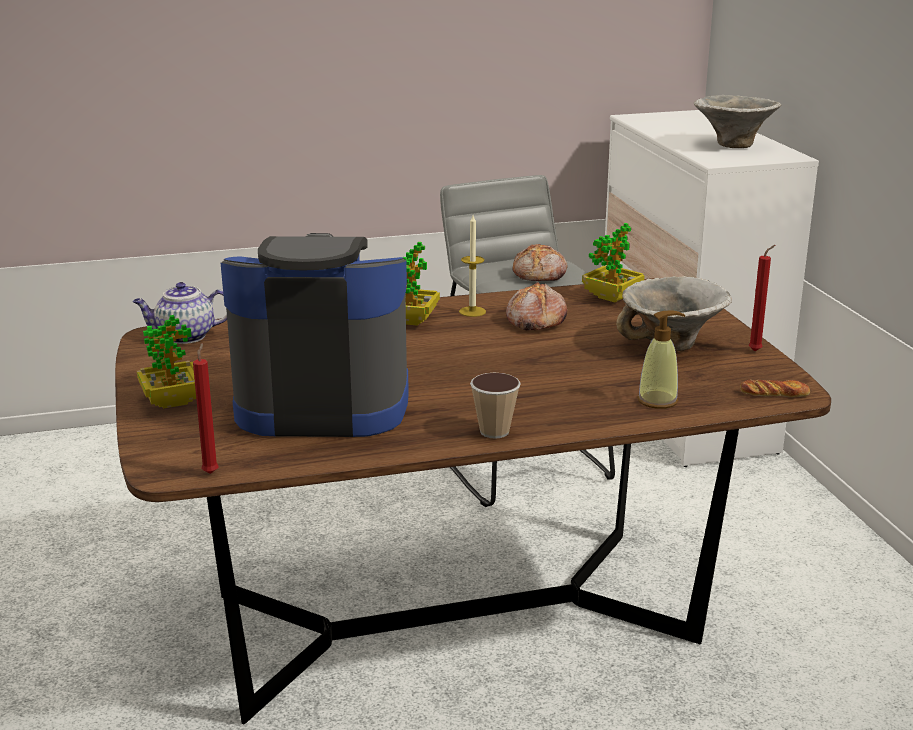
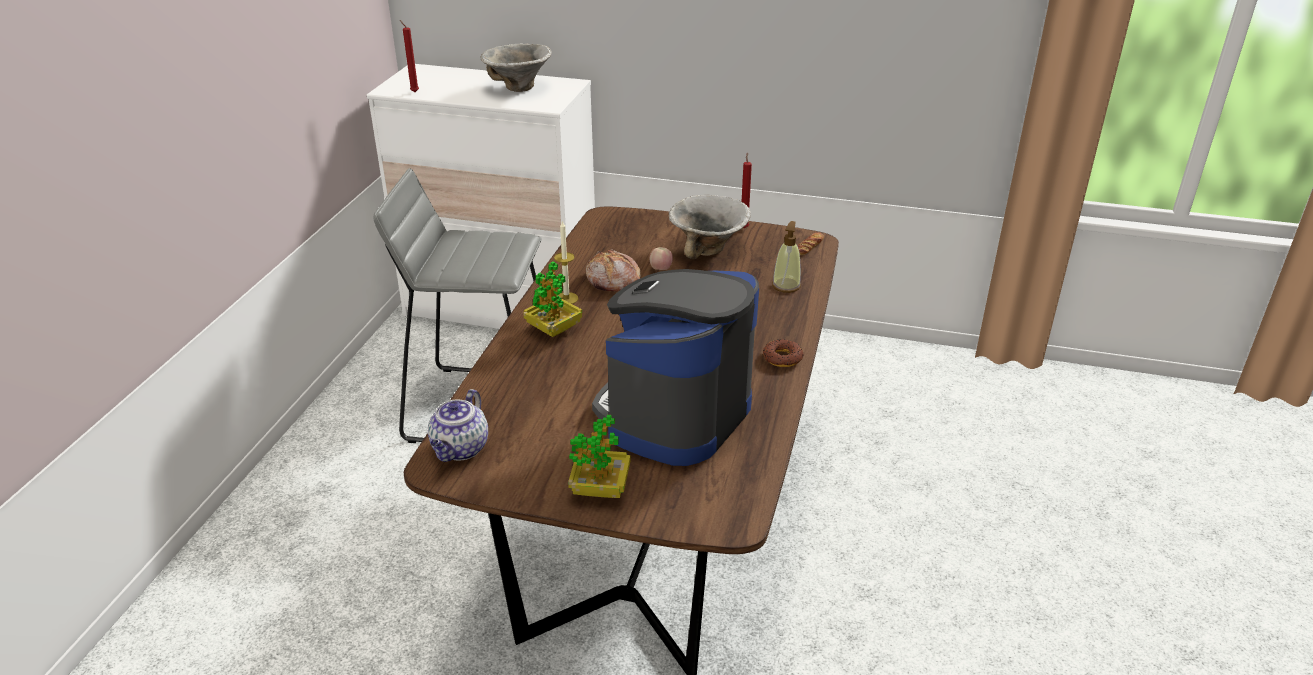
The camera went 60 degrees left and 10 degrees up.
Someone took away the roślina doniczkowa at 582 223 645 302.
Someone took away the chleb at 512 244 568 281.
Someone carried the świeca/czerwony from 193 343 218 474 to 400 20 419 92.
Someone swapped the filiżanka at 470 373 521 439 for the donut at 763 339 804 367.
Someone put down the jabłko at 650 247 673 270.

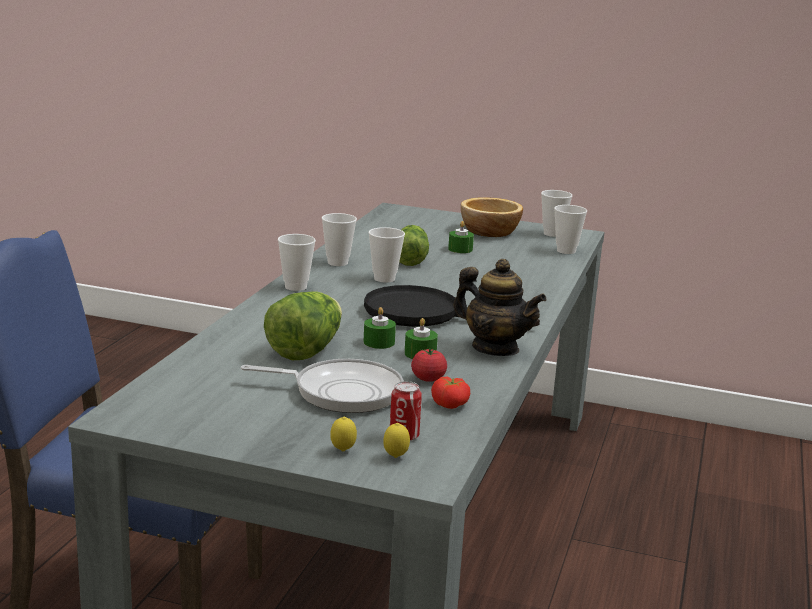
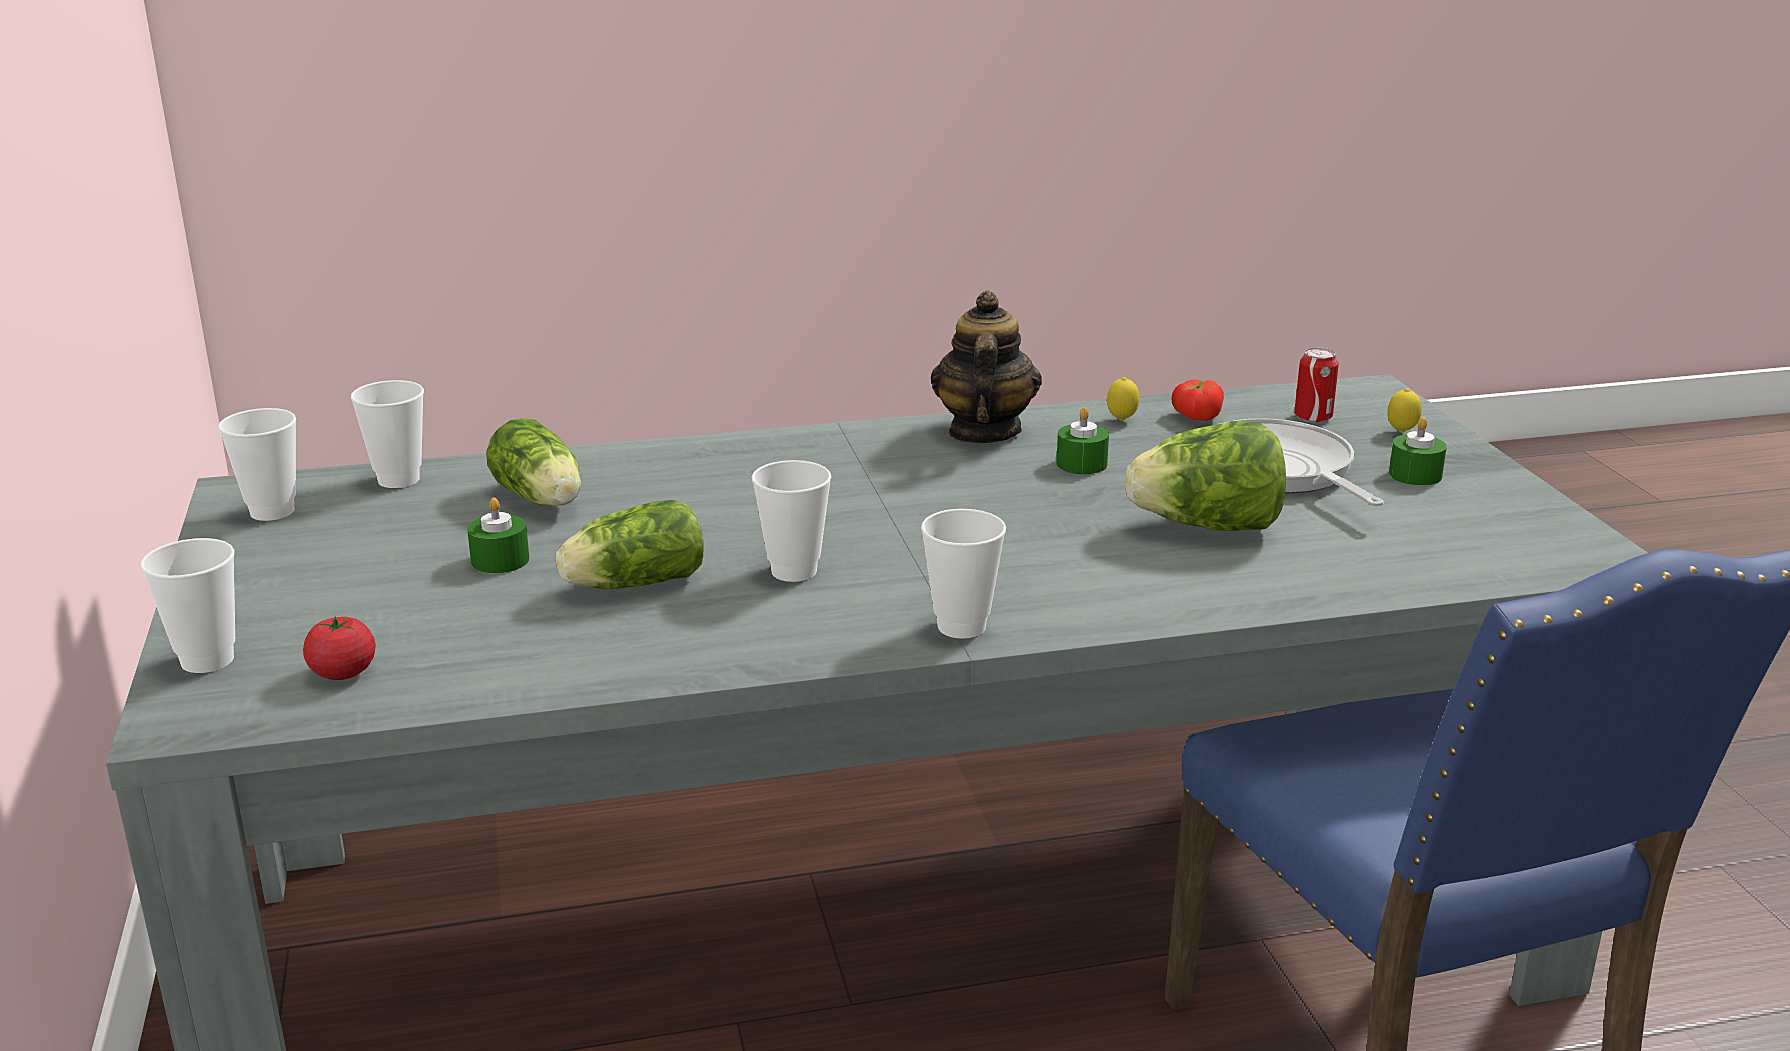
The camera went 120 degrees left and 5 degrees up.
Someone took away the miska at 461 197 523 237.
Someone carried the filiżanka from 322 213 357 266 to 140 538 235 673.
Someone took away the patelnia/czarny at 364 285 540 327.
Someone carried the świeca/zielony from 364 307 396 349 to 1389 417 1447 486.
Someone carried the pomidor from 411 349 447 382 to 303 616 376 680.
Someone carried the cytryna from 383 423 410 458 to 1107 377 1139 421.
Someone put down the sałata at 486 418 581 506.

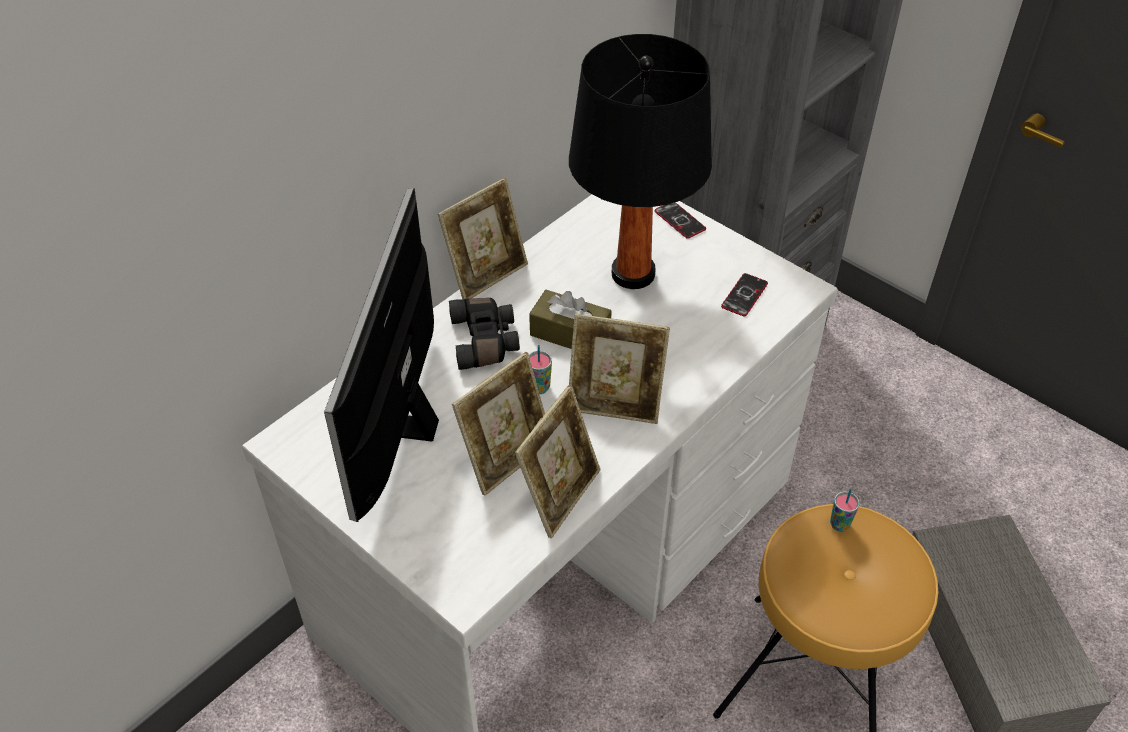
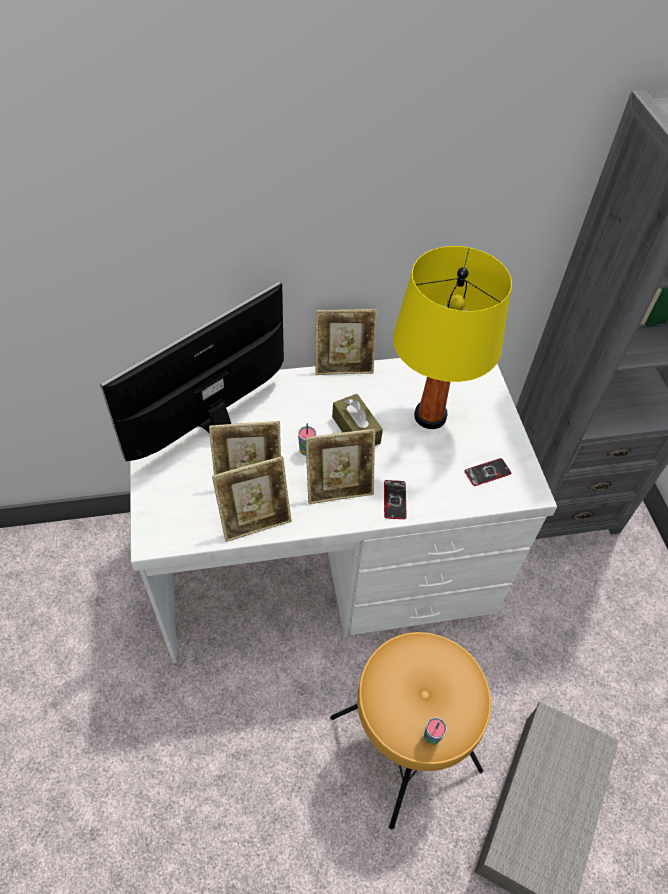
The camera went 35 degrees right and 5 degrees up.
Someone repainted the lampa stołowa/czarny at 569 34 712 289, which became the lampa stołowa/żółty at 393 246 512 429.
Someone carried the telefon from 654 202 706 239 to 384 480 407 519.
Someone took away the lornetka/czarny at 449 298 520 370.
Someone rotated the ramka na zdjęcie at 569 314 670 424 by 60 degrees counterclockwise.
Someone carried the filiżanka from 830 489 860 532 to 424 717 447 745.

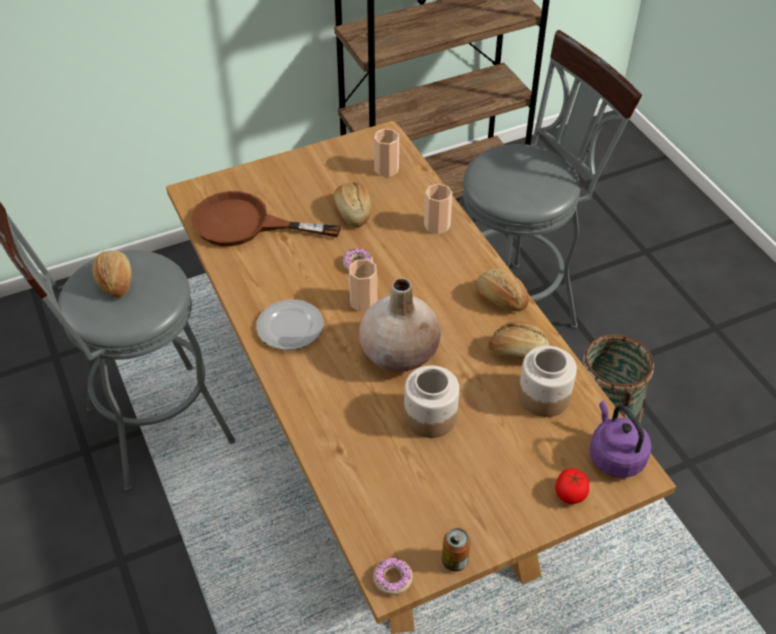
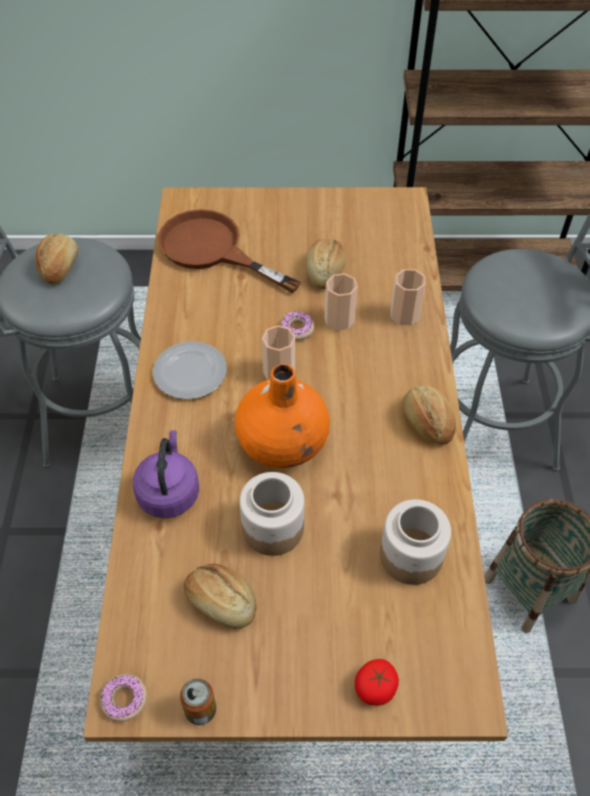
The camera went 25 degrees right and 5 degrees up.
Someone carried the filiżanka from 374 128 399 177 to 325 273 358 331.
Someone repainted the wazon/beżowy at 359 278 441 372, which became the wazon/pomarańczowy at 235 364 330 468.
Someone carried the chleb from 488 321 550 360 to 184 564 256 629.
Someone carried the czajnik/fioletowy from 590 400 651 478 to 133 430 199 518.

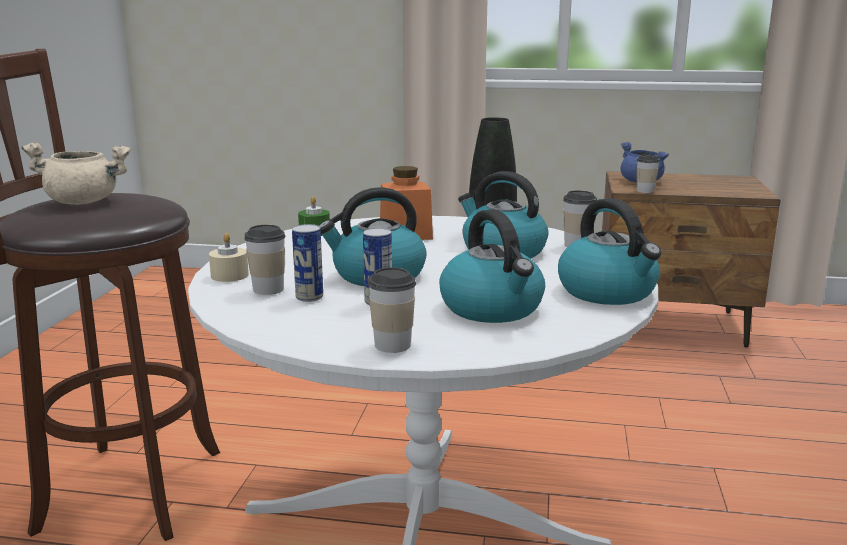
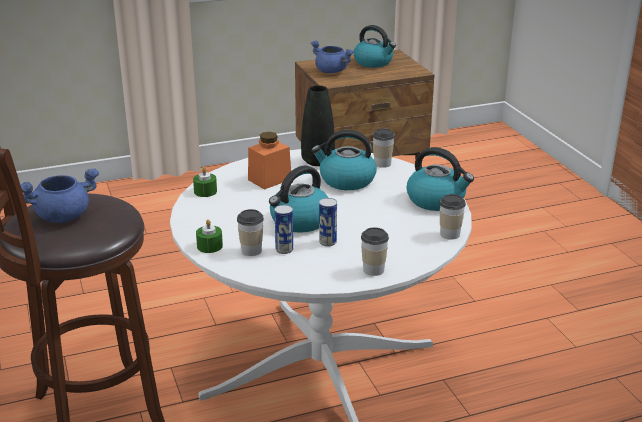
The camera went 30 degrees left and 10 degrees up.
Someone repainted the garnek/beżowy at 21 142 131 205, which became the garnek/niebieski at 21 168 99 223.
Someone carried the filiżanka from 637 155 660 193 to 440 194 466 240.
Someone carried the czajnik from 439 209 545 323 to 354 25 396 68.
Someone repainted the świeca/beżowy at 209 233 249 282, which became the świeca/zielony at 196 219 223 253.

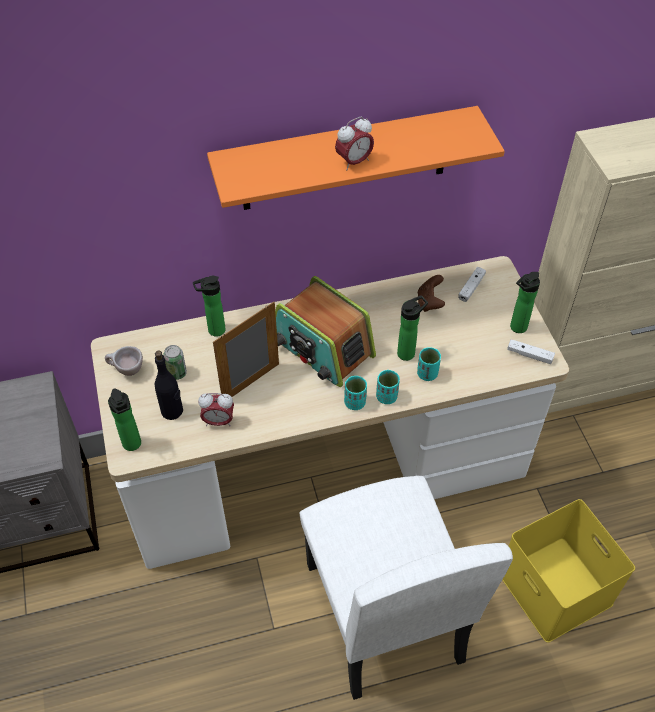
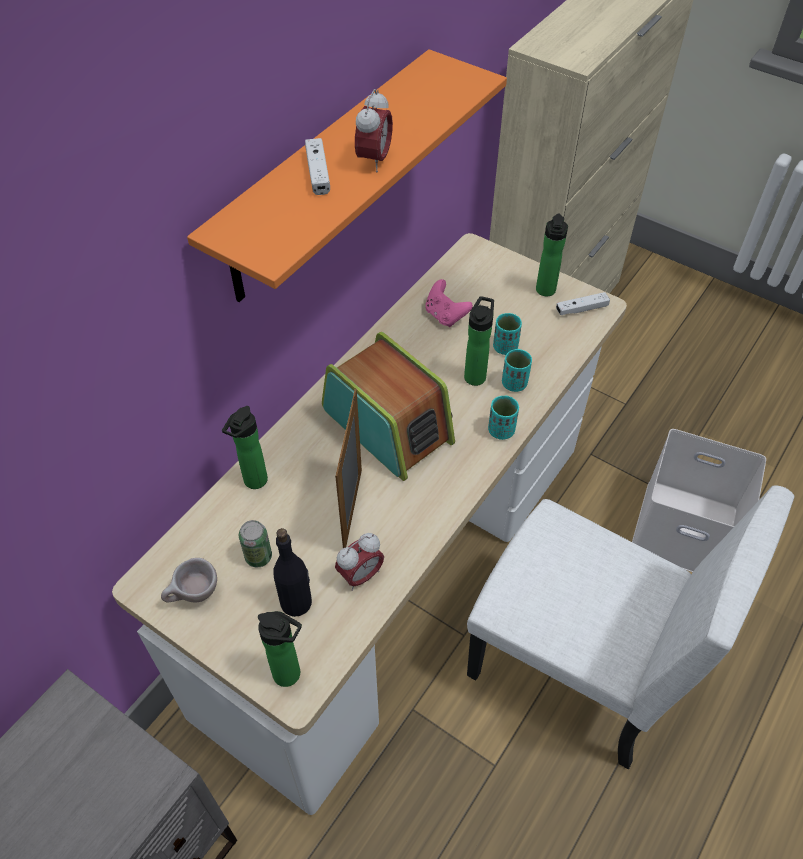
The camera went 40 degrees left and 0 degrees up.
Someone carried the pad do gier/biały from 458 267 486 302 to 305 138 330 195.
Someone repainted the pad do gier/brązowy at 418 275 445 312, which became the pad do gier/różowy at 425 279 473 327.
Someone rotated the radio at 275 276 376 387 by 135 degrees counterclockwise.
Someone carried the filiżanka/turkusowy from 344 376 367 410 to 493 313 522 355.
Someone repainted the pojemnik do przechowywania/żółty at 503 499 635 643, which became the pojemnik do przechowywania/biały at 632 429 766 572.

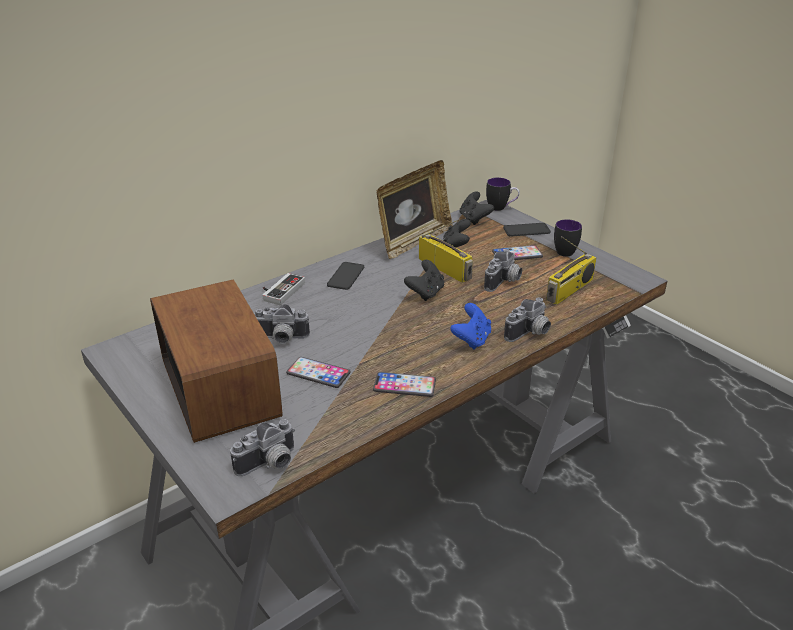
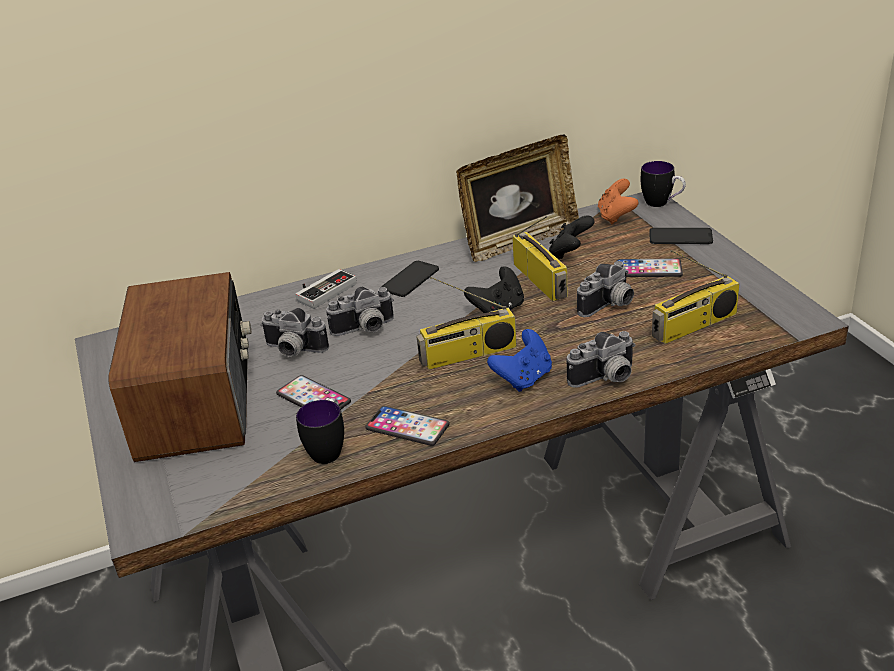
The camera went 20 degrees right and 0 degrees up.
Someone repainted the pad do gier/czarny at 460 191 494 225, which became the pad do gier/pomarańczowy at 598 179 638 225.
Someone carried the kubek from 554 219 582 257 to 296 398 344 464.
Someone carried the aparat fotograficzny from 230 419 295 476 to 326 287 394 336.
Someone put down the radio at 416 276 517 370.

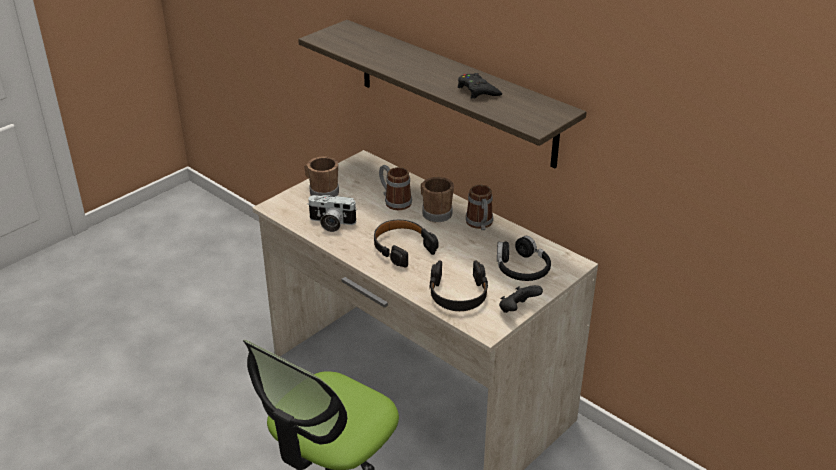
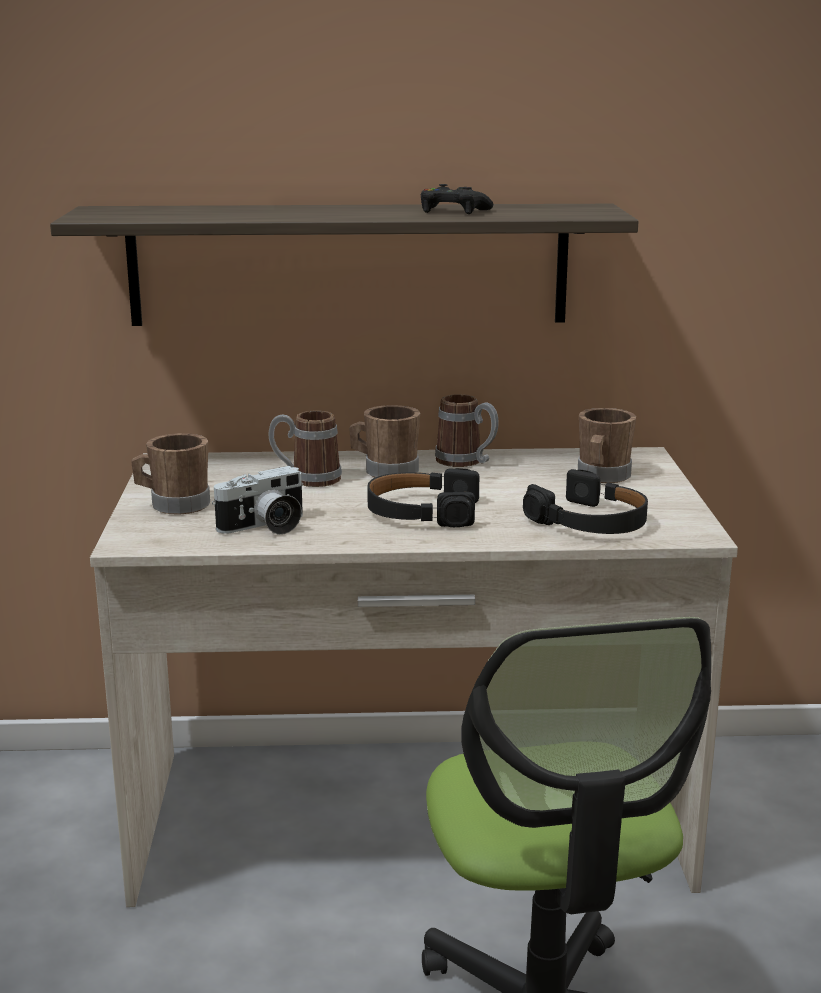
The camera went 45 degrees left and 15 degrees down.
Someone swapped the słuchawki/czarny at 497 236 551 281 for the kubek/brązowy at 578 408 636 483.
Someone took away the pad do gier/czarny at 499 285 543 313.

